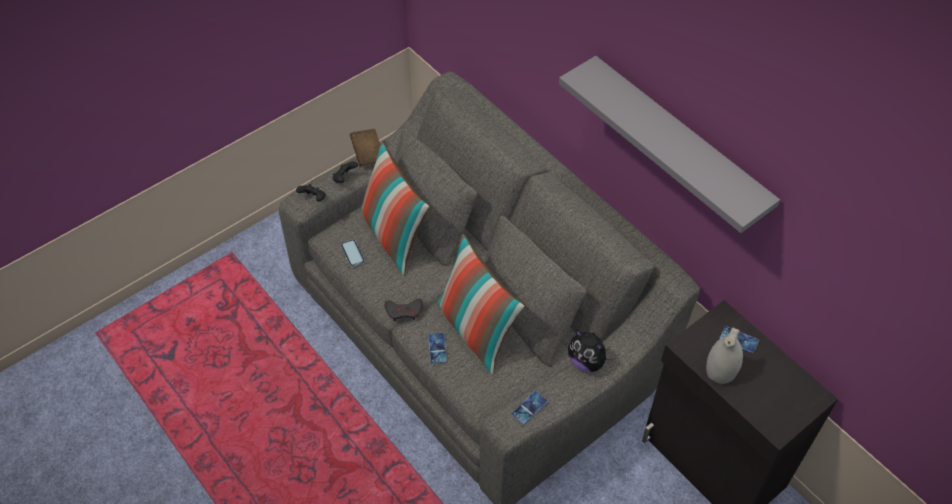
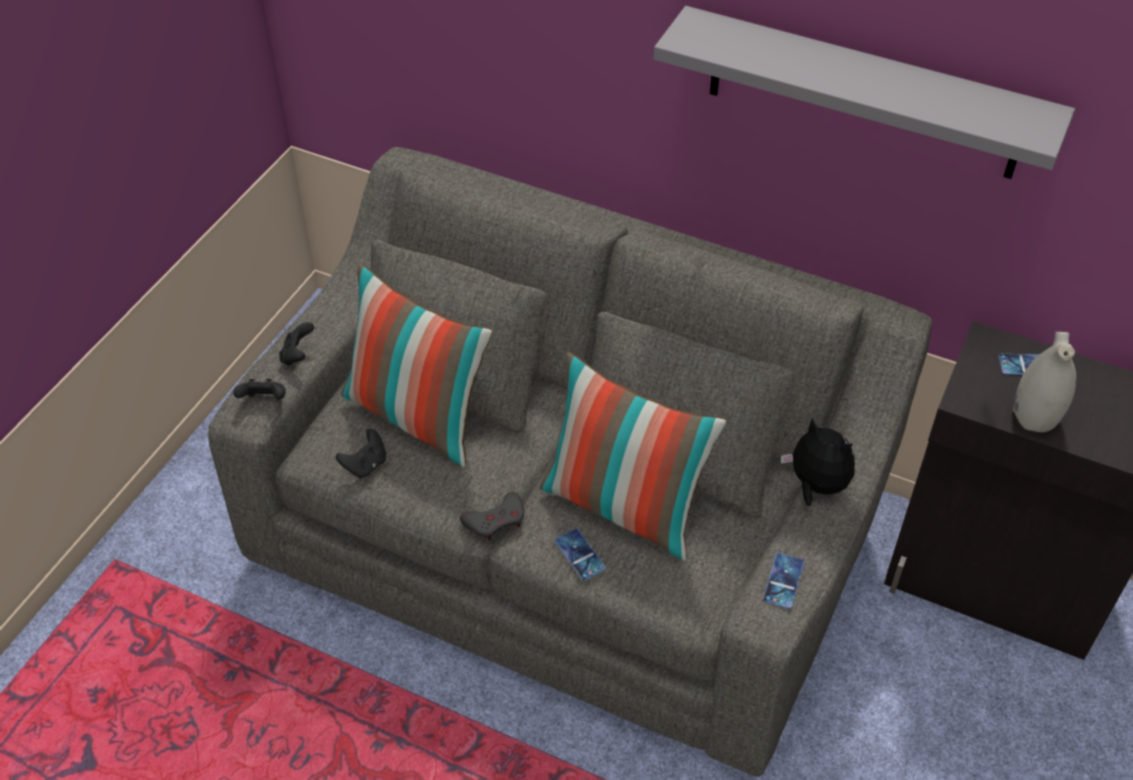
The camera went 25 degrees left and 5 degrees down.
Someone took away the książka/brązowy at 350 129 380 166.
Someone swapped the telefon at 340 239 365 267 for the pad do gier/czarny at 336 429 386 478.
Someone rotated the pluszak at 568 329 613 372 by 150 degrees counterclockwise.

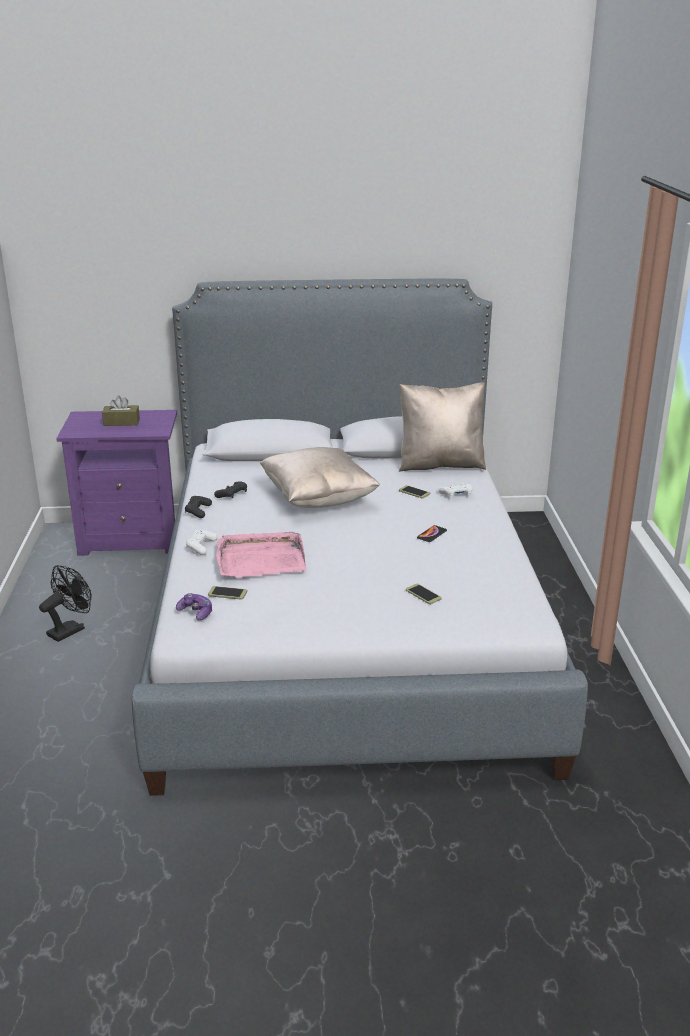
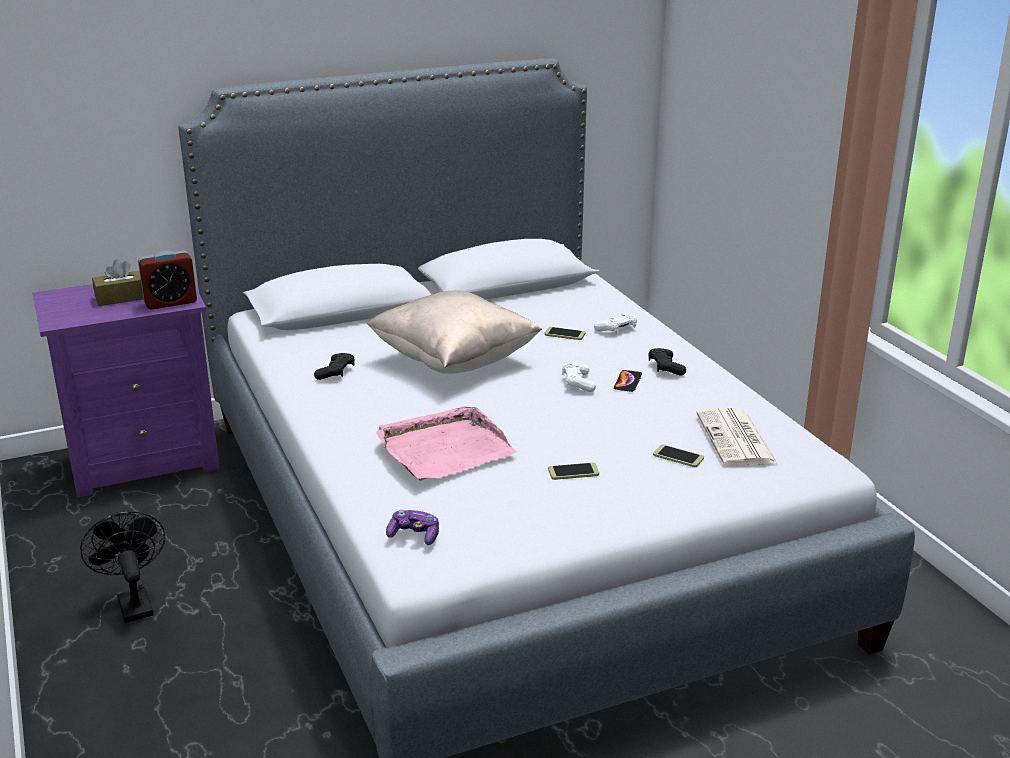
The camera went 20 degrees left and 0 degrees up.
Someone took away the poduszka/beżowy at 399 382 486 472.
Someone carried the pad do gier/czarny from 185 496 212 518 to 649 348 686 376.
Someone carried the pad do gier/biały from 186 530 218 555 to 562 363 596 392.
Someone rotated the wentylator/czarny at 39 565 92 642 by 45 degrees counterclockwise.
Someone carried the telefon from 208 586 247 600 to 548 462 599 480.
Someone put down the budzik at 138 250 197 310.
Someone put down the gazeta at 696 408 778 466.

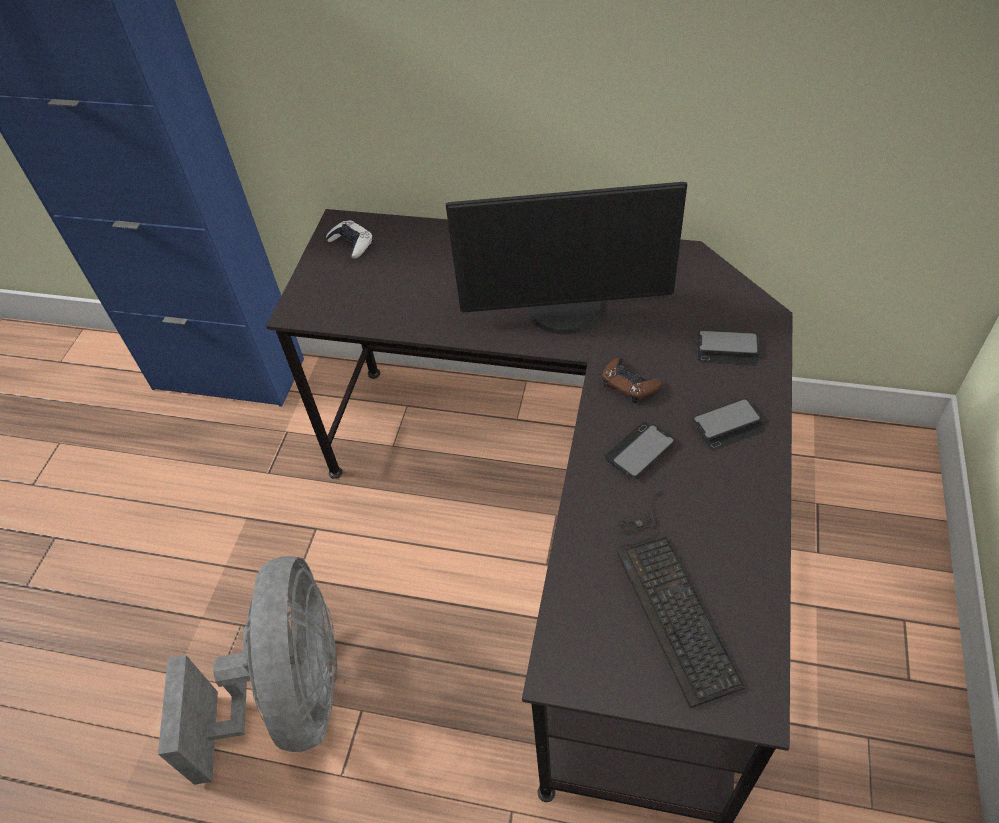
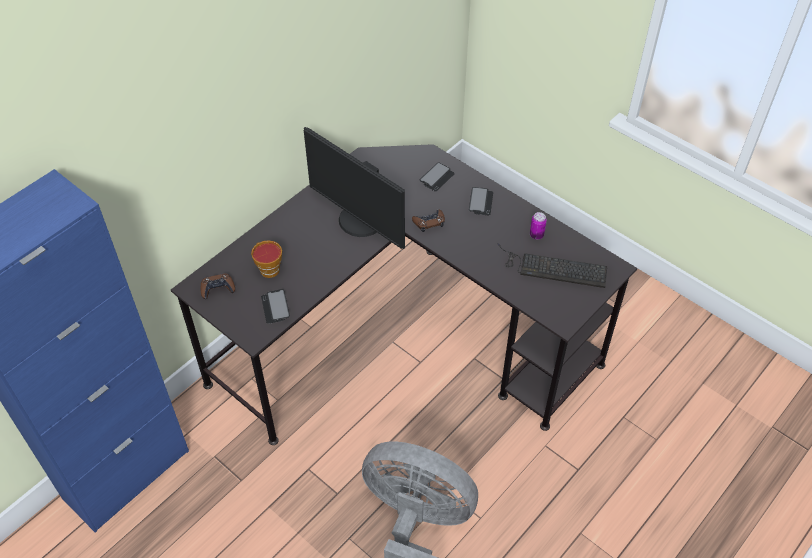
The camera went 65 degrees left and 0 degrees up.
Someone rotated the monitor at 446 182 687 334 by 105 degrees clockwise.
Someone repainted the pad do gier/biały at 326 220 373 259, which became the pad do gier/brązowy at 201 273 235 299.
Someone carried the telefon from 604 422 675 477 to 261 289 290 324.
Someone put down the puszka at 530 212 547 240.
Someone put down the filiżanka at 251 240 282 278.

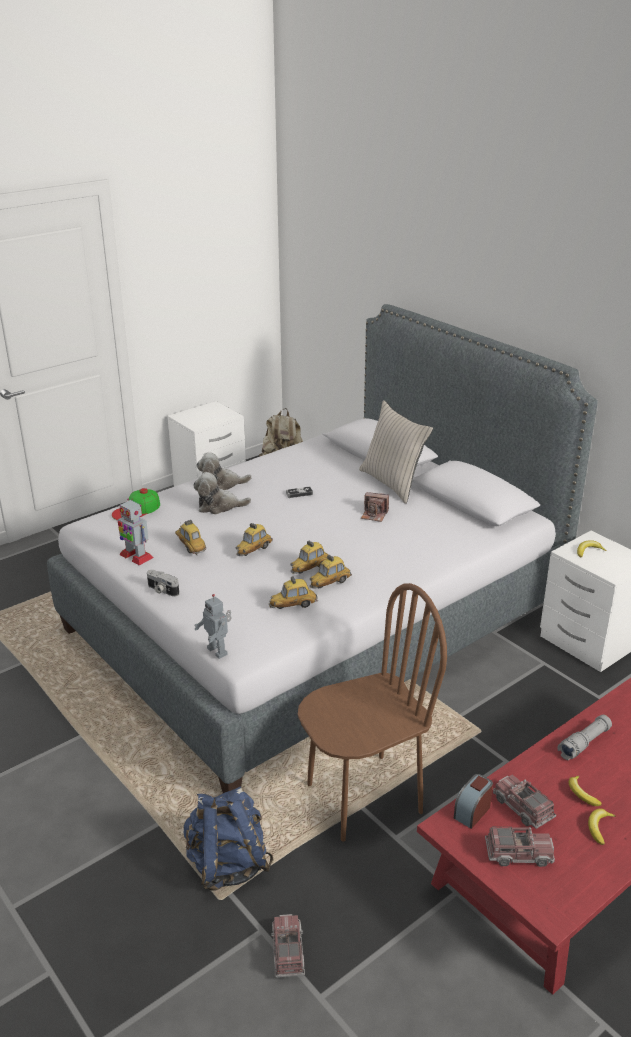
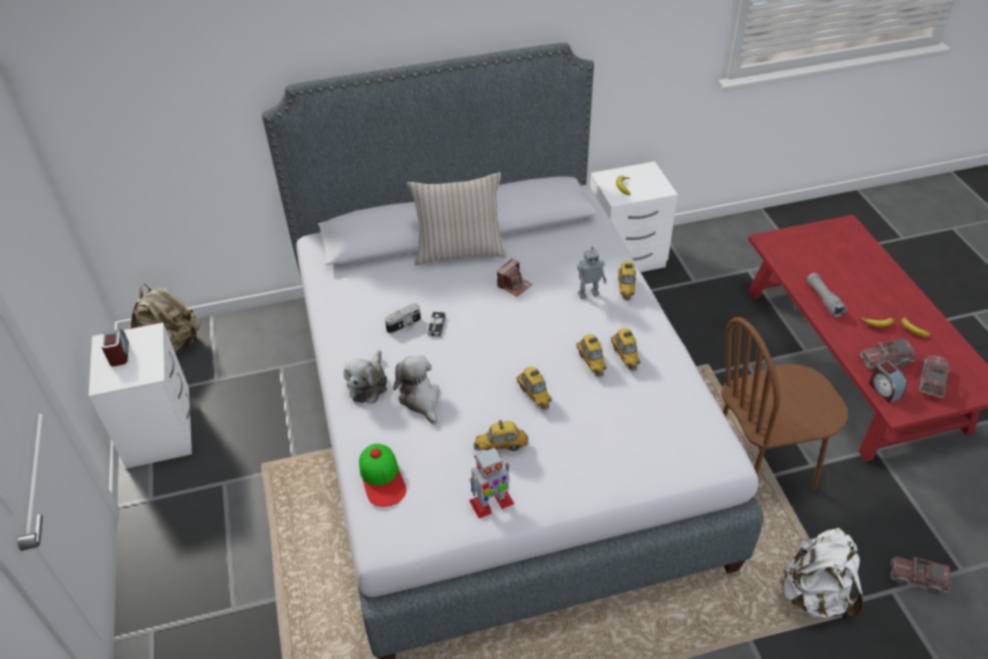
The camera went 65 degrees left and 15 degrees up.
Someone rotated the pluszak at 193 472 251 514 by 135 degrees clockwise.
Someone carried the aparat fotograficzny from 147 570 179 597 to 385 303 421 333.
Someone carried the samochodzik from 269 576 318 609 to 618 261 636 301.
Someone rotated the krzesło/brązowy at 298 583 447 842 by 105 degrees counterclockwise.
Someone carried the robot zabawkowy from 194 594 232 659 to 577 247 607 299.
Someone repainted the plecak/niebieski at 184 787 274 891, which became the plecak/biały at 778 528 863 620.
Someone put down the budzik at 101 329 129 366.

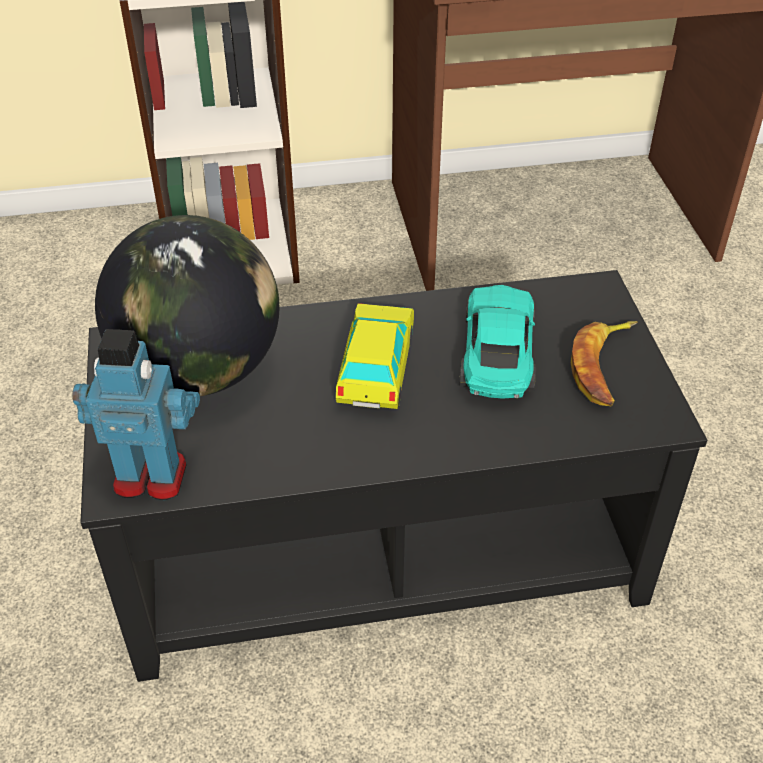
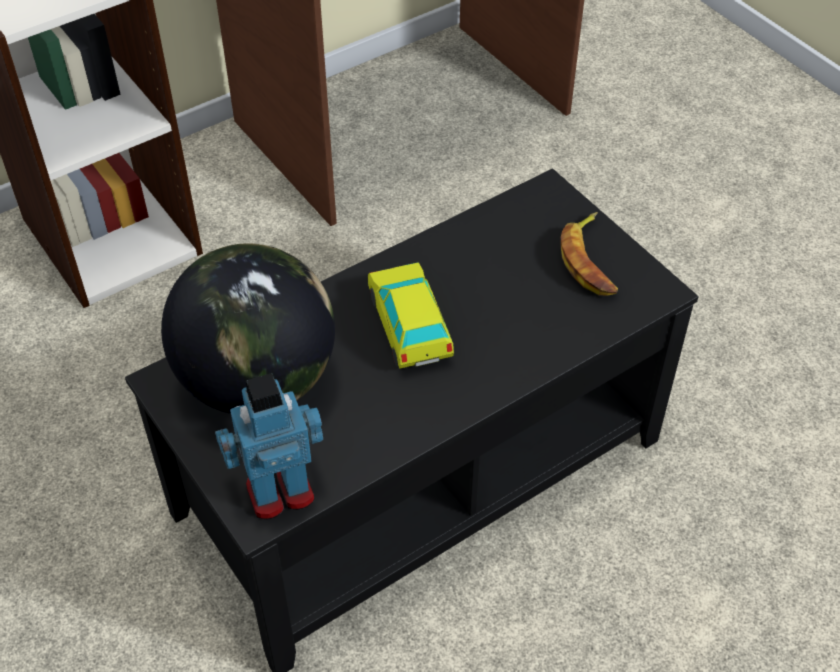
The camera went 25 degrees left and 5 degrees up.
Someone took away the samochodzik/turkusowy at 459 285 536 399.

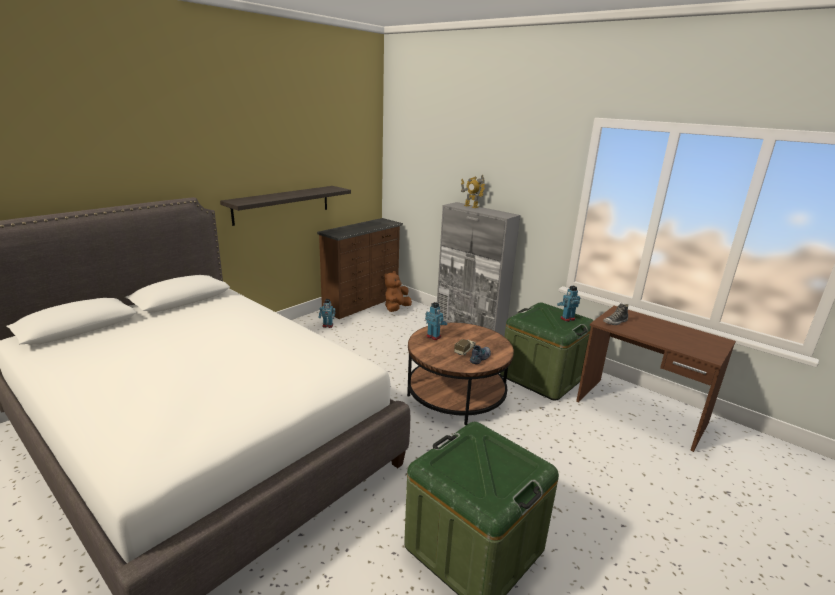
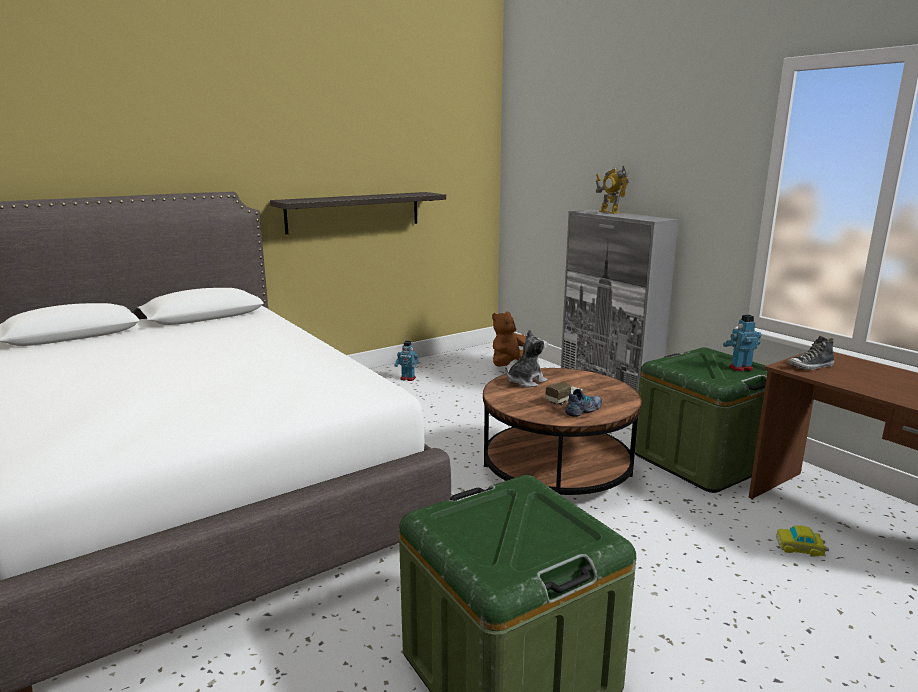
The camera went 15 degrees right and 5 degrees down.
Someone took away the komoda/brązowy at 317 218 403 319.
Someone swapped the robot zabawkowy at 425 302 447 340 for the pluszak at 505 329 548 388.
Someone put down the samochodzik at 776 525 829 556.

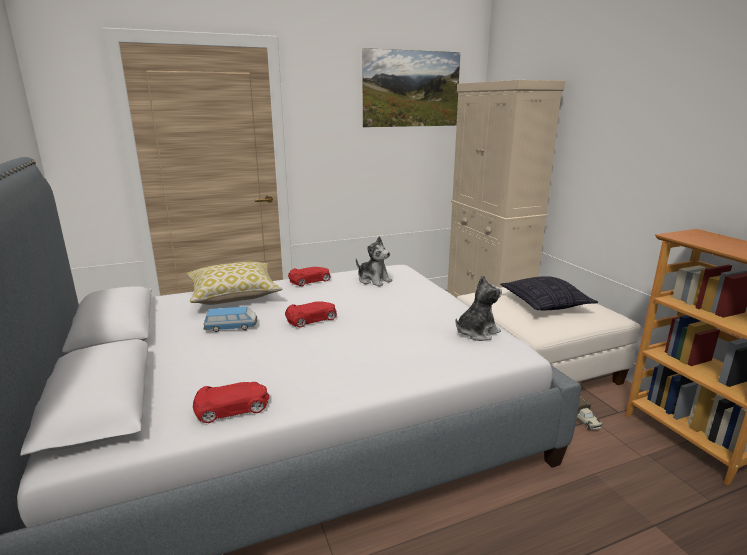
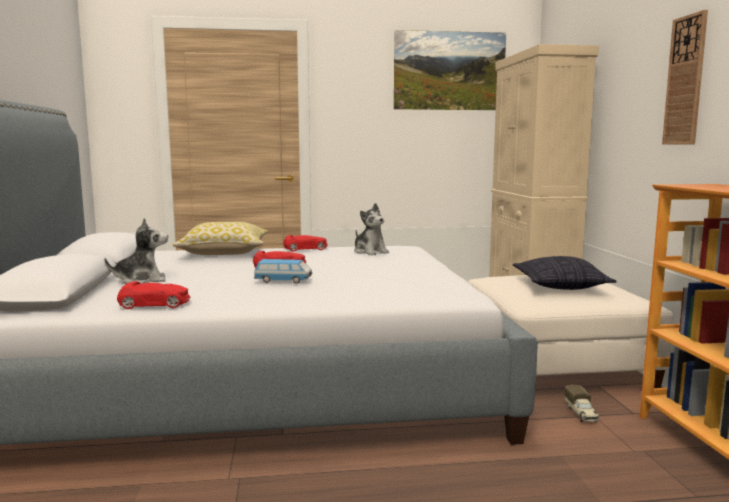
The camera went 15 degrees right and 10 degrees down.
Someone carried the pluszak from 455 275 502 341 to 105 218 168 284.
Someone carried the samochodzik from 204 307 257 332 to 254 259 312 284.
Someone put up the zegar ścienny at 662 10 708 145.

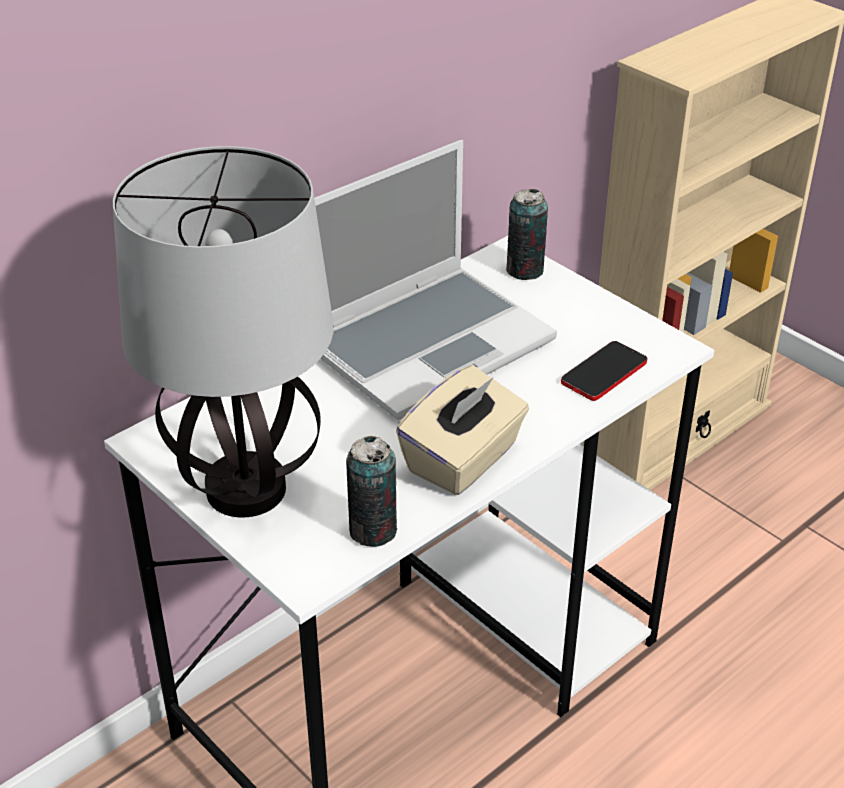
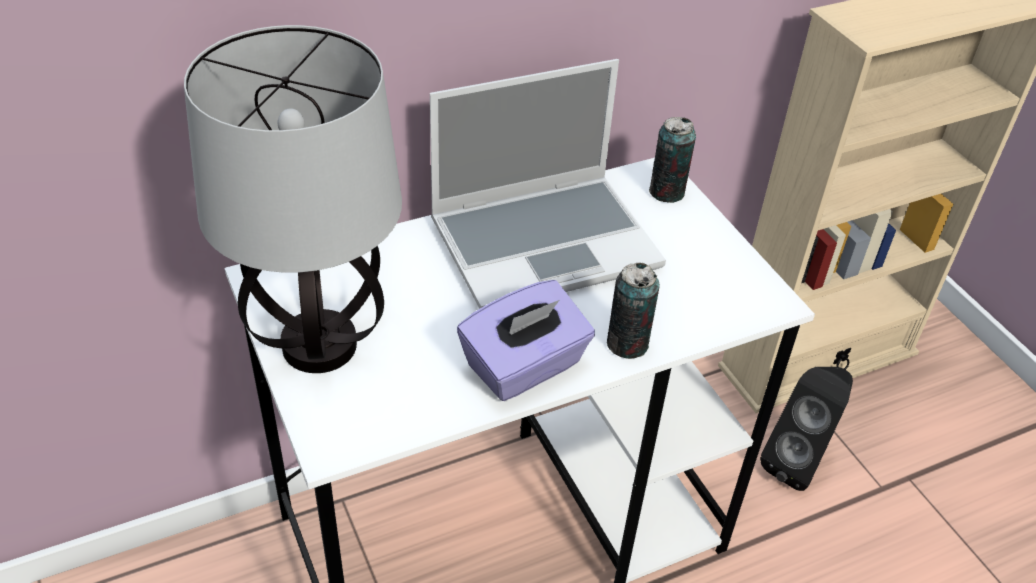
The camera went 15 degrees right and 5 degrees up.
Someone took away the telefon at 561 341 647 401.
Someone repainted the pudełko chusteczek/beżowy at 396 366 529 495, which became the pudełko chusteczek/fioletowy at 457 280 595 401.
Someone carried the puszka from 346 436 397 547 to 607 263 660 359.
Someone put down the głośnik/czarny at 760 367 853 491.

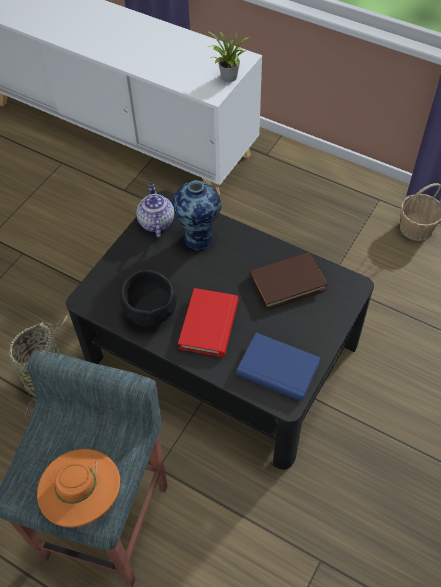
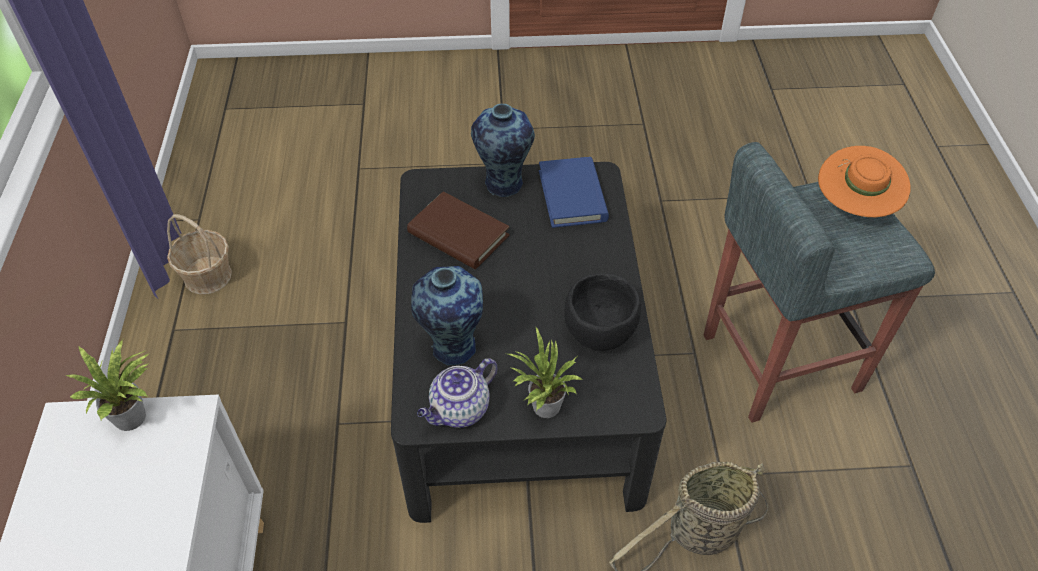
The camera went 125 degrees left and 5 degrees down.
Someone took away the książka/czerwony at 178 288 239 357.
Someone put down the wazon at 471 104 535 197.
Someone put down the roślina doniczkowa at 508 327 582 418.

